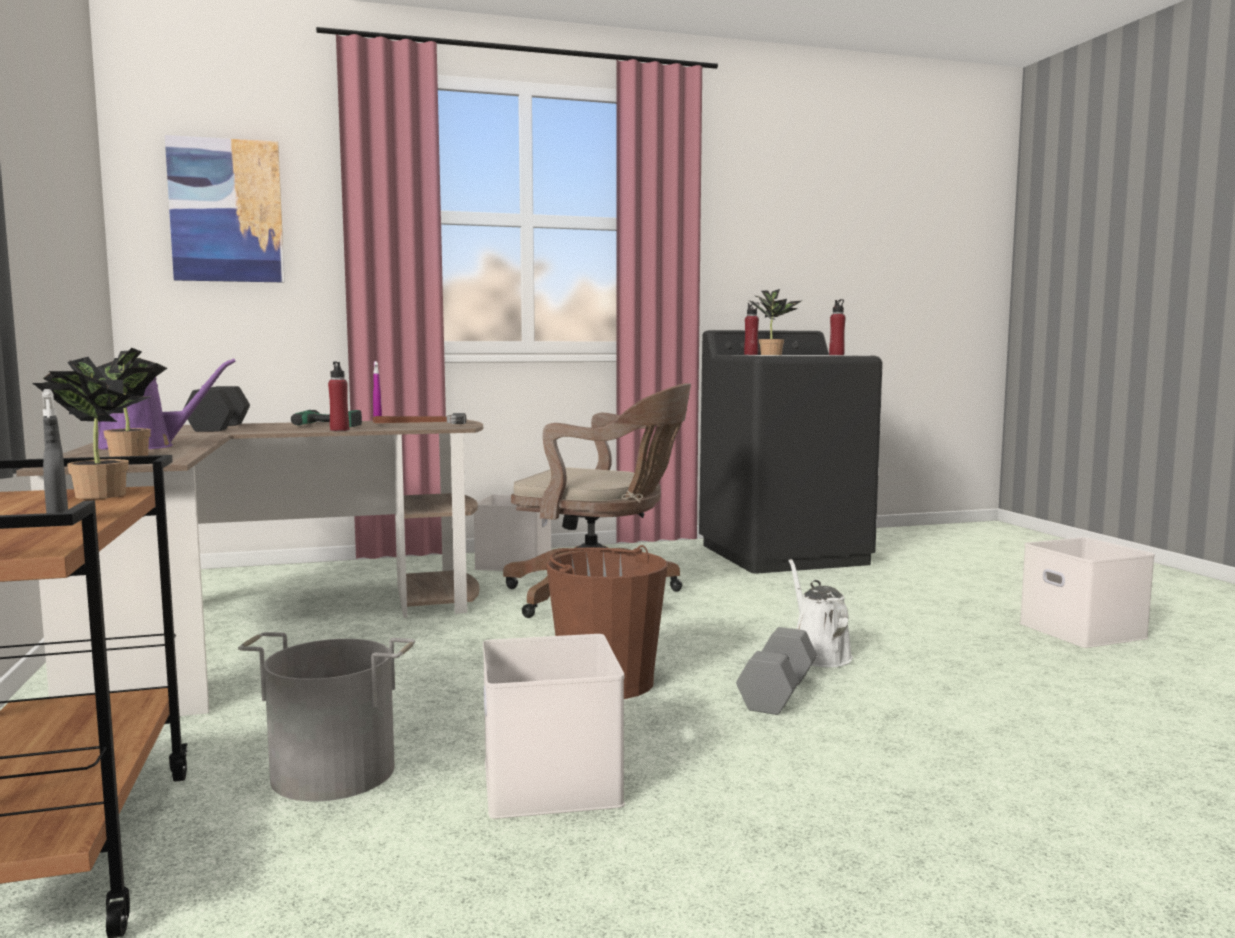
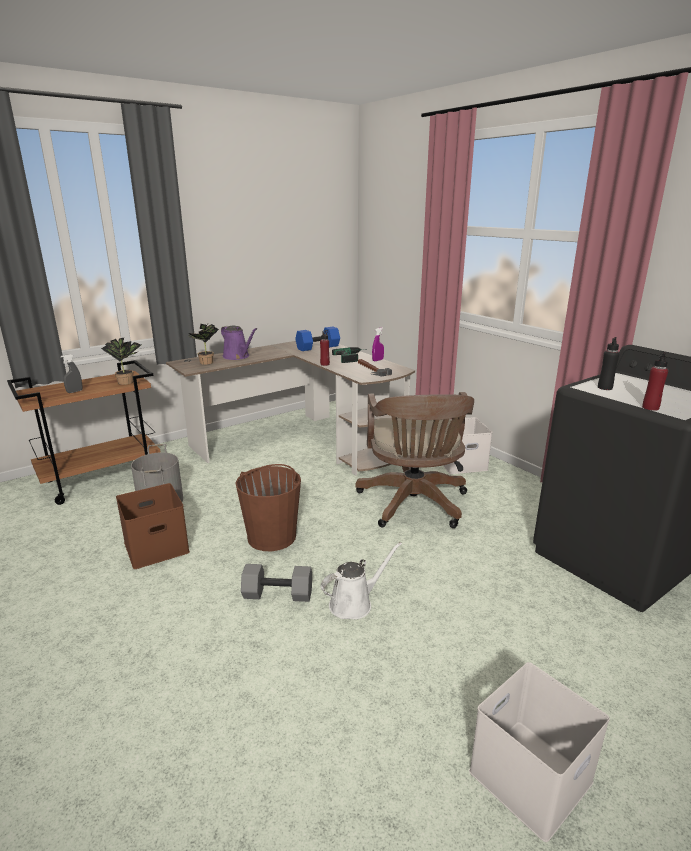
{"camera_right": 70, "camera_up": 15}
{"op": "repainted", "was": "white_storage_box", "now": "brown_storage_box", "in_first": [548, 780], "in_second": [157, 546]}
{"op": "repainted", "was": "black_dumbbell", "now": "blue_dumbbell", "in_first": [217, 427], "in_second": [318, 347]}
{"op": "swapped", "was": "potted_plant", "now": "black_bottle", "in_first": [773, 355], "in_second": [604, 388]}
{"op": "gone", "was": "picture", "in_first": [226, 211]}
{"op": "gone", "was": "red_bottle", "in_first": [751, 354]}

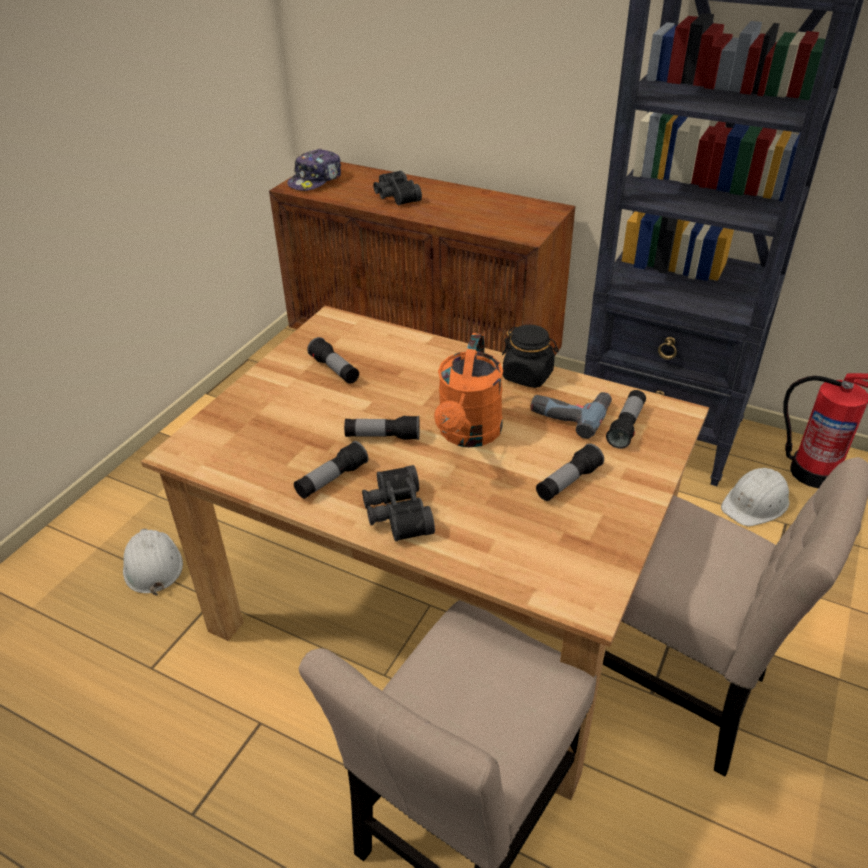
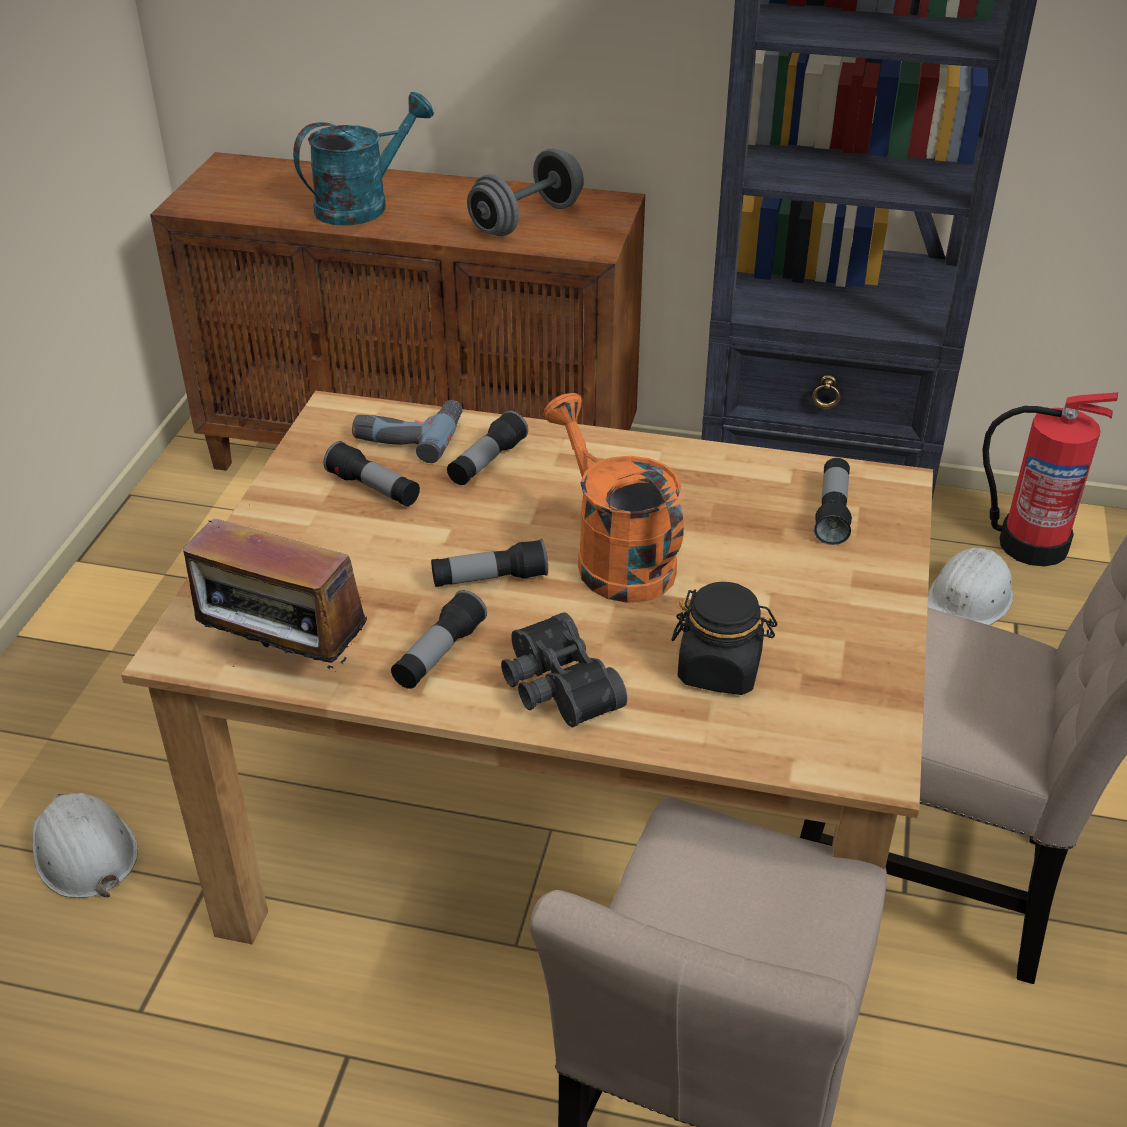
{"camera_right": -15, "camera_up": 0}
{"op": "new", "now": "radio", "in_second": [285, 661]}
{"op": "swapped", "was": "black_binoculars", "now": "turquoise_watering_can", "in_first": [395, 196], "in_second": [363, 205]}
{"op": "shifted", "was": "power_drill", "in_first": [570, 413], "in_second": [409, 434]}
{"op": "shifted", "was": "flashlight", "in_first": [568, 482], "in_second": [487, 462]}
{"op": "new", "now": "grey_dumbbell", "in_second": [526, 220]}
{"op": "rotated", "was": "orange_watering_can", "in_first": [468, 435], "in_second": [614, 557], "clockwise": 150}
{"op": "shifted", "was": "black_jar", "in_first": [528, 376], "in_second": [720, 669]}
{"op": "gone", "was": "cap", "in_first": [316, 180]}

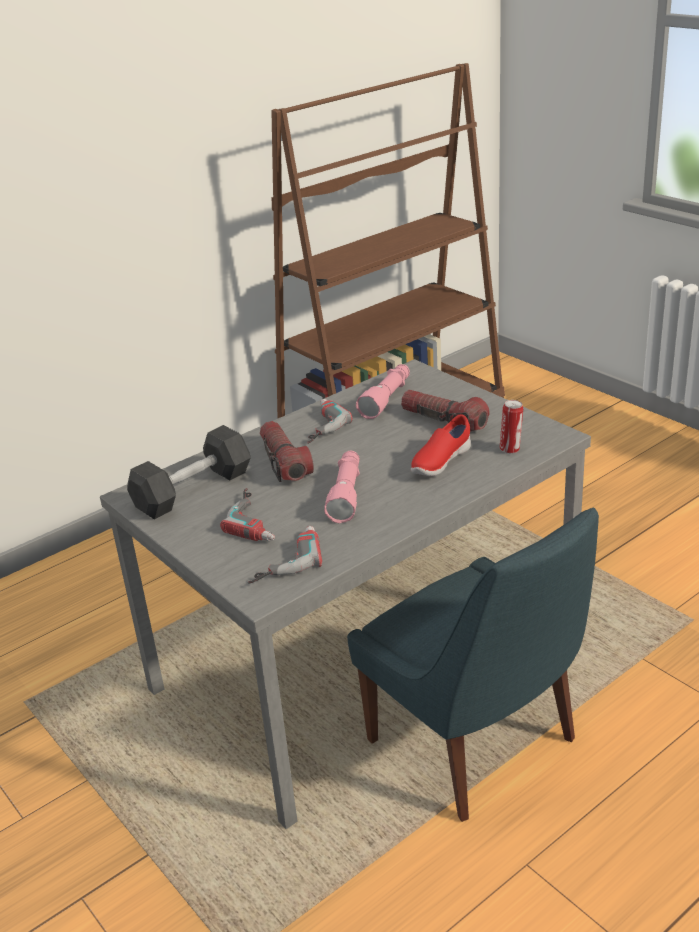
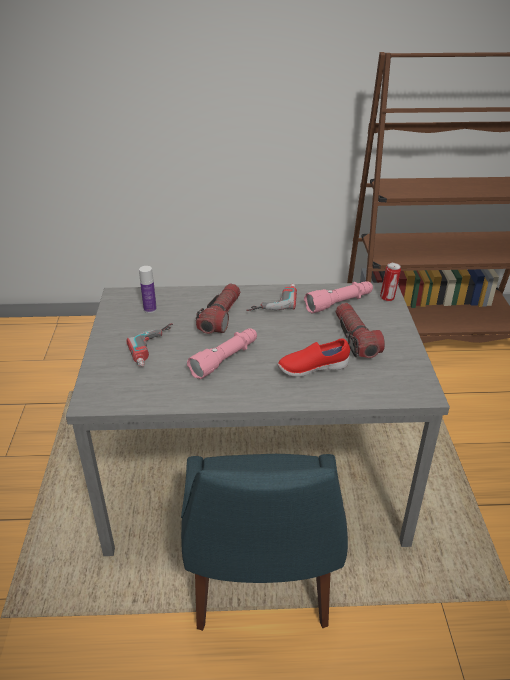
{"camera_right": 35, "camera_up": 5}
{"op": "swapped", "was": "grey_dumbbell", "now": "bottle", "in_first": [193, 490], "in_second": [150, 309]}
{"op": "shifted", "was": "can", "in_first": [511, 449], "in_second": [388, 298]}
{"op": "gone", "was": "power_drill", "in_first": [284, 559]}

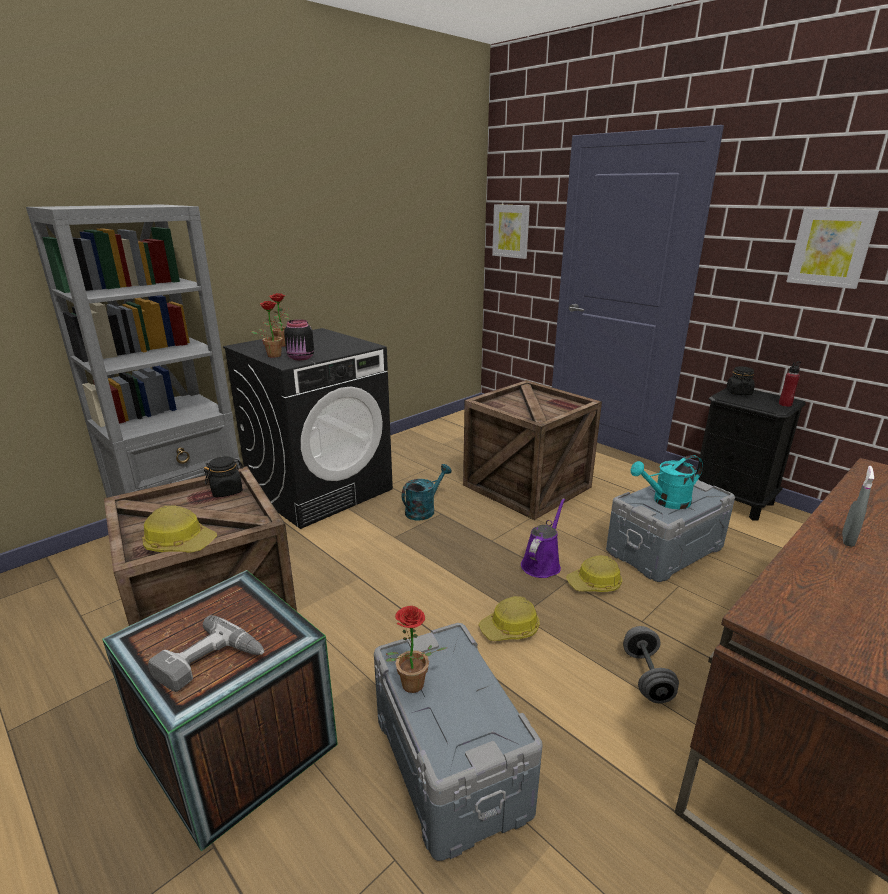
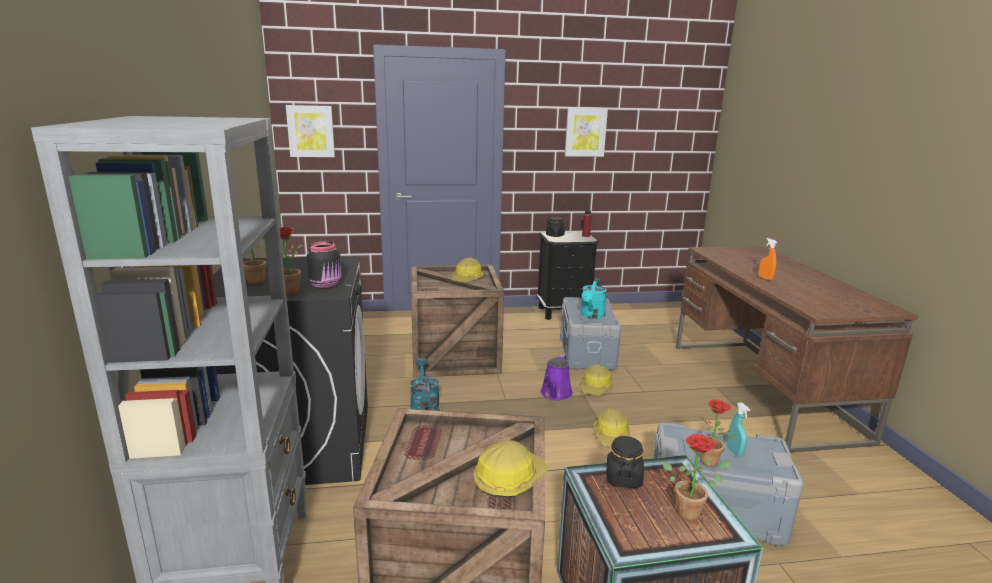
{"camera_right": -55, "camera_up": -5}
{"op": "new", "now": "hard_hat", "in_second": [467, 279]}
{"op": "rotated", "was": "purple_watering_can", "in_first": [542, 563], "in_second": [555, 394], "clockwise": -135}
{"op": "shifted", "was": "black_jar", "in_first": [227, 491], "in_second": [623, 478]}
{"op": "swapped", "was": "power_drill", "now": "potted_plant", "in_first": [210, 664], "in_second": [691, 512]}
{"op": "new", "now": "turquoise_spray_bottle", "in_second": [734, 452]}
{"op": "repainted", "was": "grey_spray_bottle", "now": "orange_spray_bottle", "in_first": [847, 540], "in_second": [765, 278]}
{"op": "gone", "was": "grey_dumbbell", "in_first": [646, 676]}

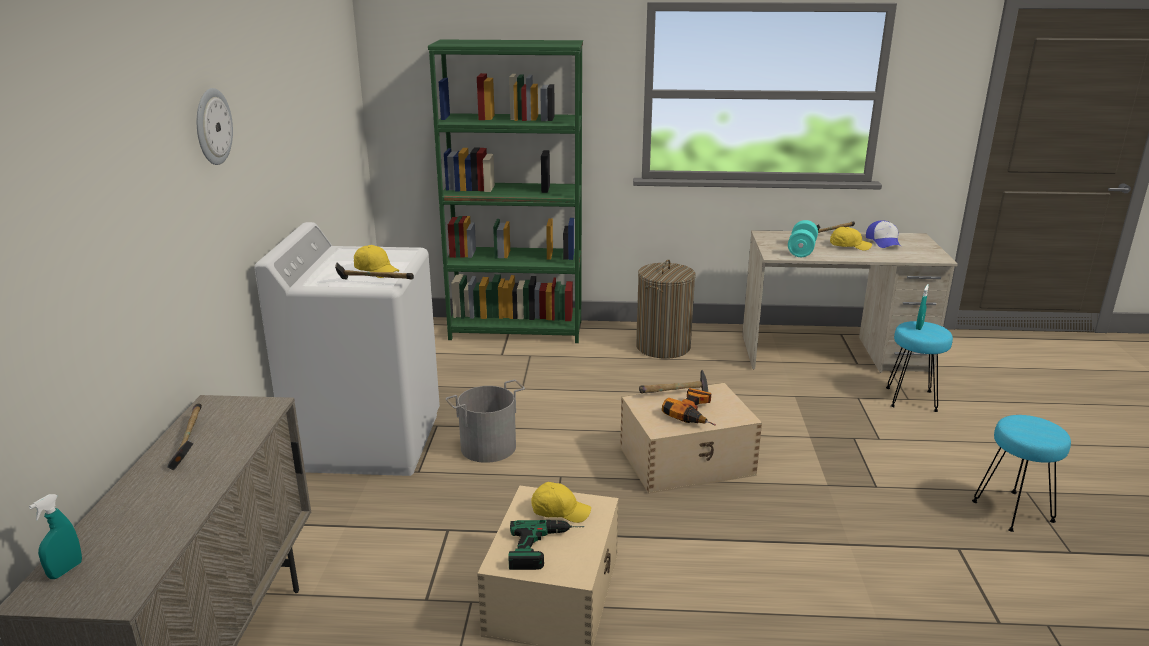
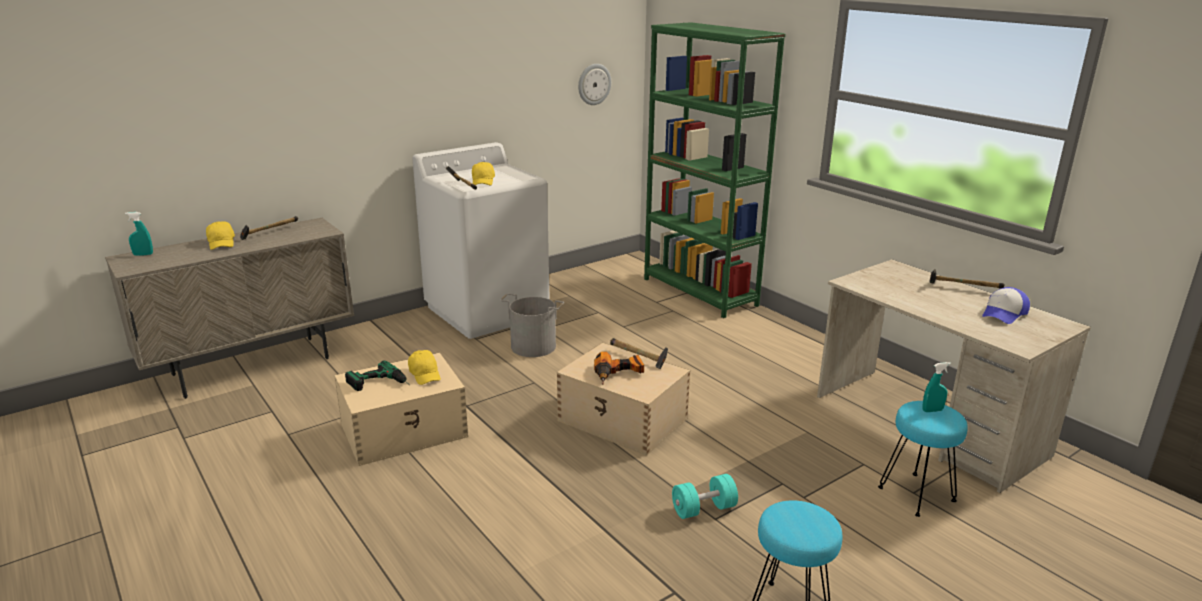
{"camera_right": 50, "camera_up": 0}
{"op": "shifted", "was": "yellow_cap", "in_first": [849, 246], "in_second": [222, 243]}
{"op": "shifted", "was": "wall_clock", "in_first": [212, 126], "in_second": [594, 84]}
{"op": "shifted", "was": "turquoise_dumbbell", "in_first": [801, 250], "in_second": [704, 509]}
{"op": "gone", "was": "laundry_basket", "in_first": [663, 347]}

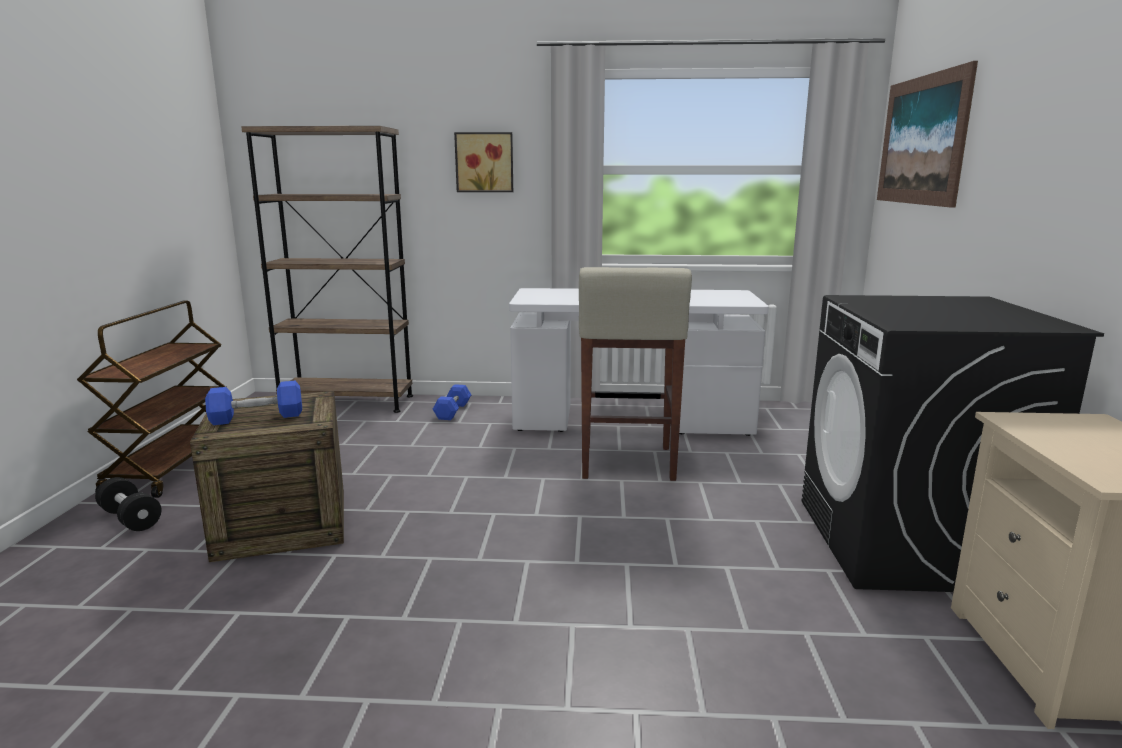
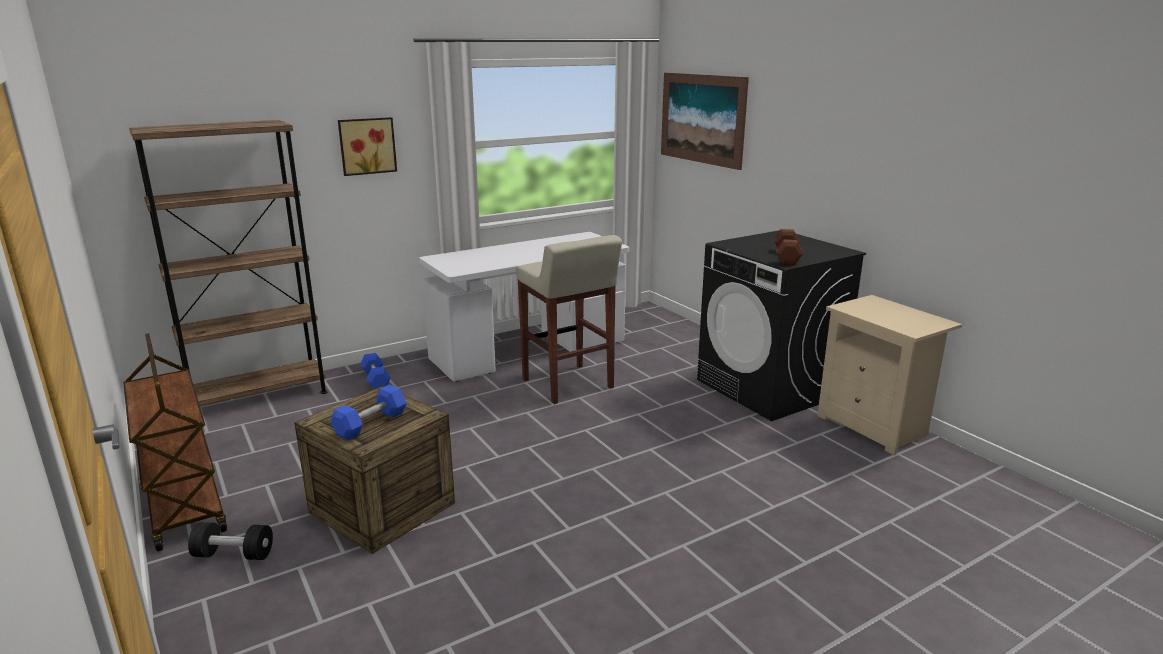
{"camera_right": -35, "camera_up": 5}
{"op": "new", "now": "brown_dumbbell", "in_second": [786, 256]}

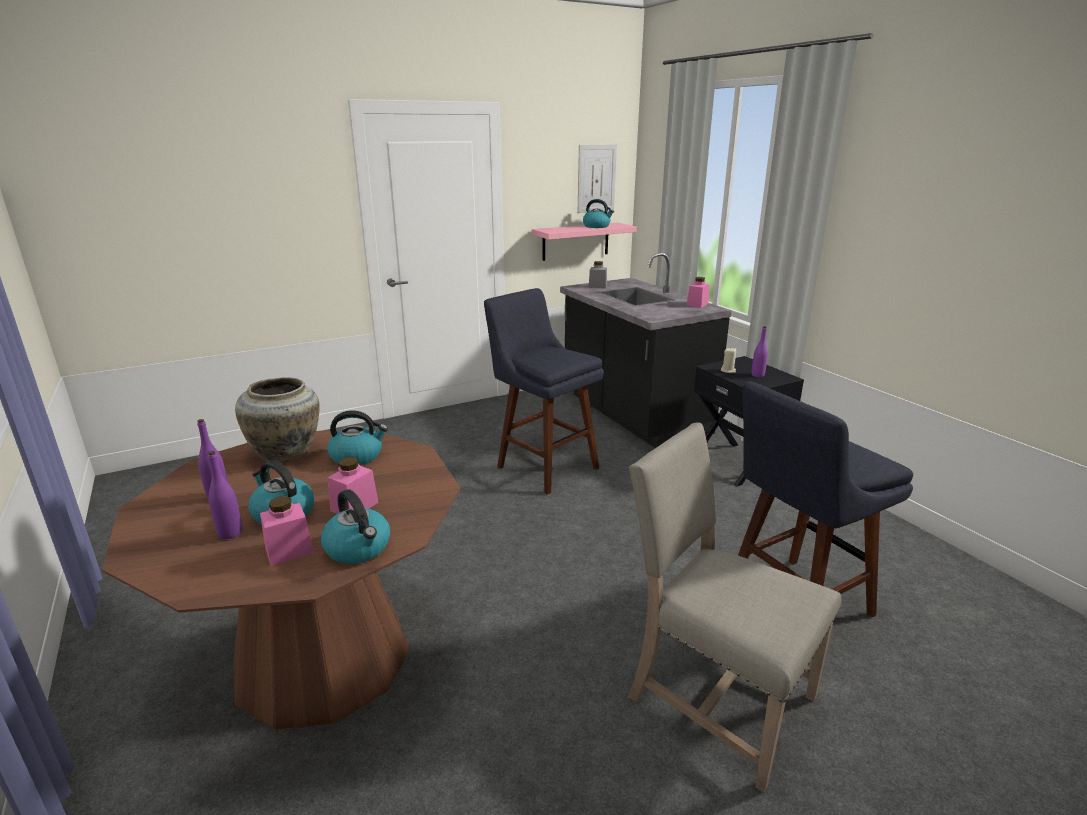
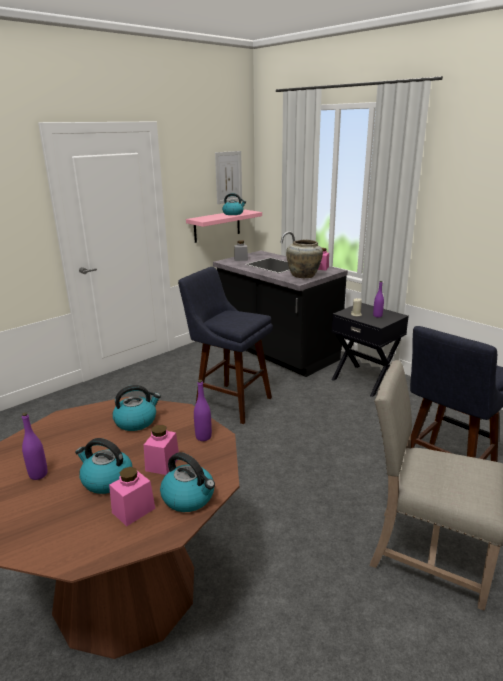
{"camera_right": -15, "camera_up": 0}
{"op": "shifted", "was": "purple_bottle", "in_first": [230, 533], "in_second": [203, 437]}
{"op": "shifted", "was": "beige_vase", "in_first": [287, 453], "in_second": [304, 276]}

